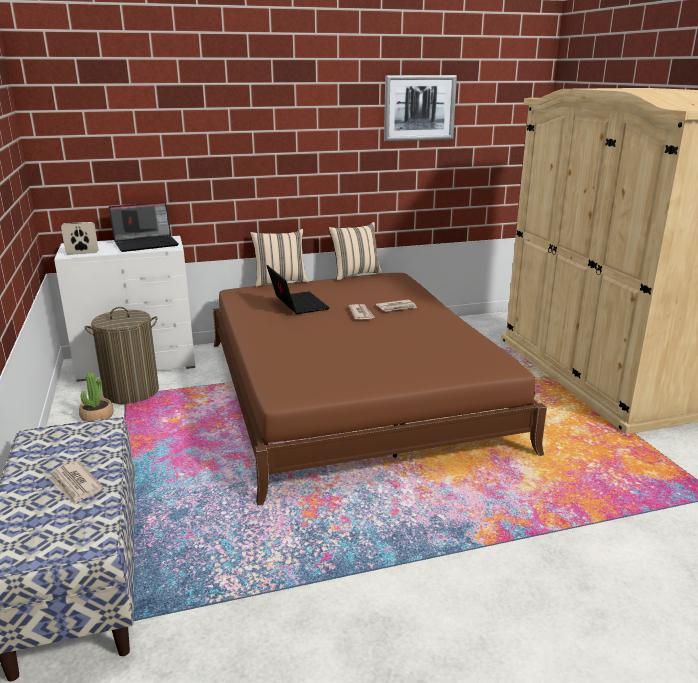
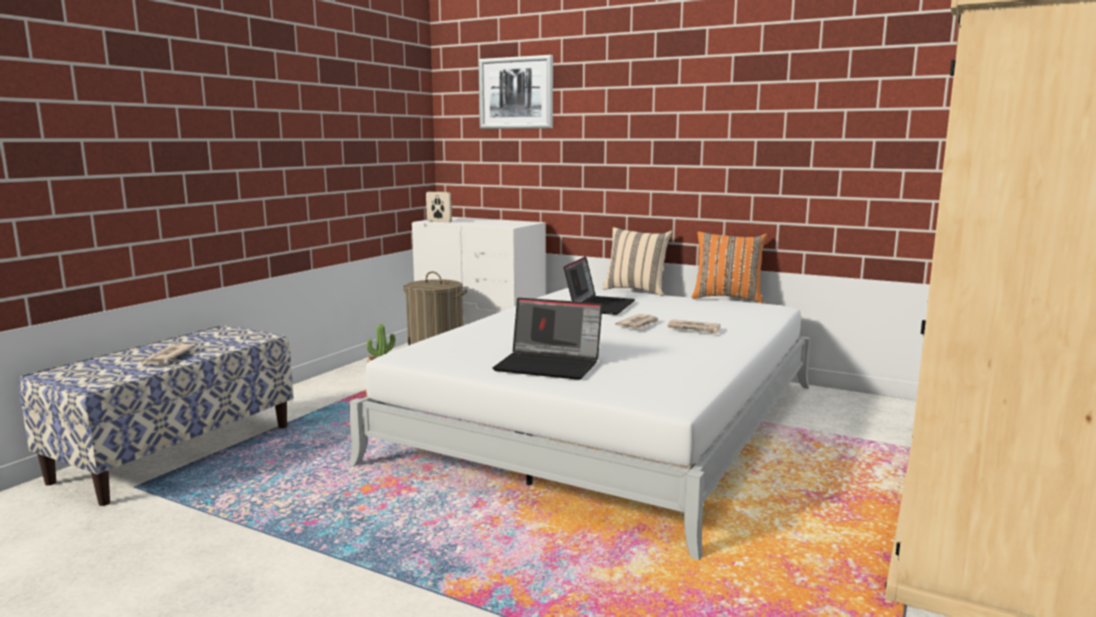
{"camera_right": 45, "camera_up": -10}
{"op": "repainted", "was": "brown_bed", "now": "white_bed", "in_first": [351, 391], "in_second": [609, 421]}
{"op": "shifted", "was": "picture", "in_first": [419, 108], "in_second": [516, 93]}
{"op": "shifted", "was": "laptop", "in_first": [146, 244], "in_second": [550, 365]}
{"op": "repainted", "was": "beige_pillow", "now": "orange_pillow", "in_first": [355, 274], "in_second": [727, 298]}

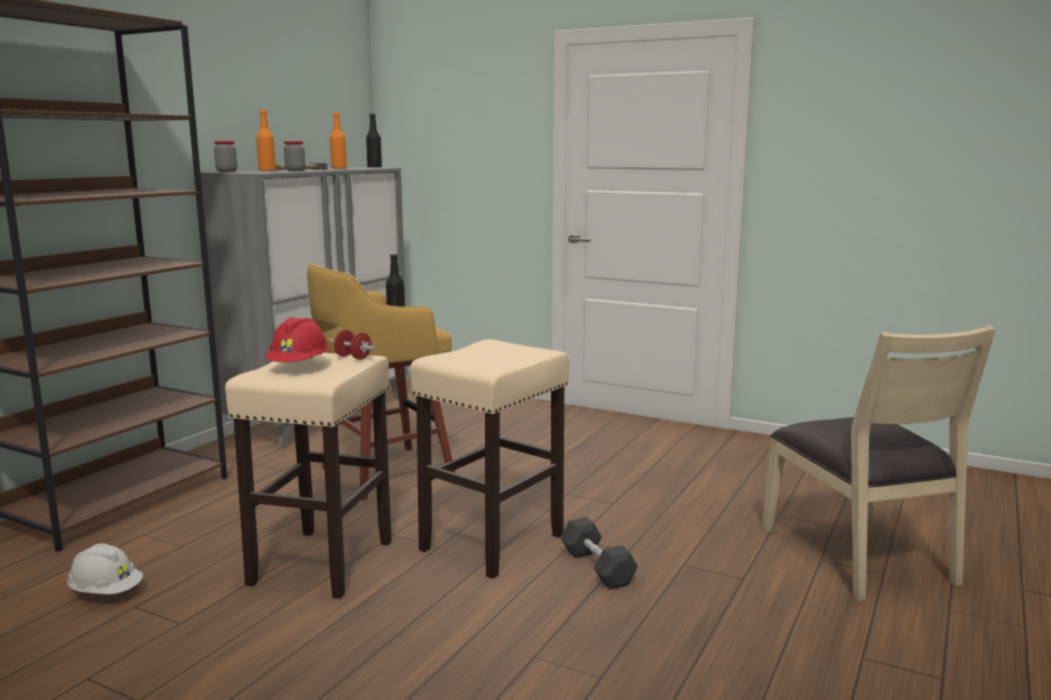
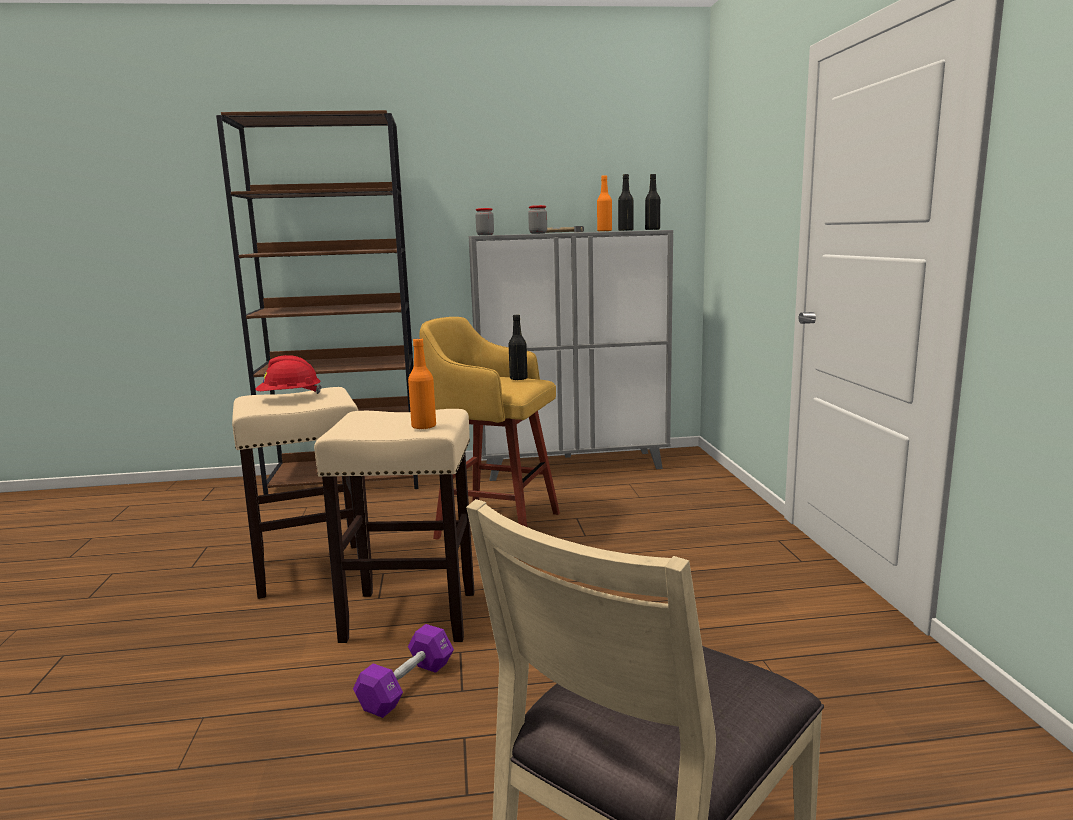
{"camera_right": 55, "camera_up": 0}
{"op": "repainted", "was": "black_dumbbell", "now": "purple_dumbbell", "in_first": [597, 567], "in_second": [407, 686]}
{"op": "shifted", "was": "orange_bottle", "in_first": [267, 171], "in_second": [424, 427]}
{"op": "new", "now": "black_bottle", "in_second": [625, 230]}
{"op": "gone", "was": "white_hard_hat", "in_first": [106, 592]}
{"op": "gone", "was": "red_dumbbell", "in_first": [353, 357]}

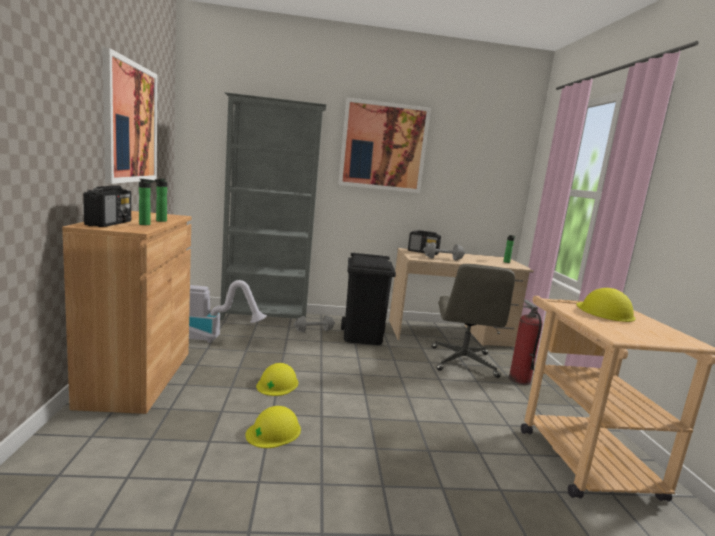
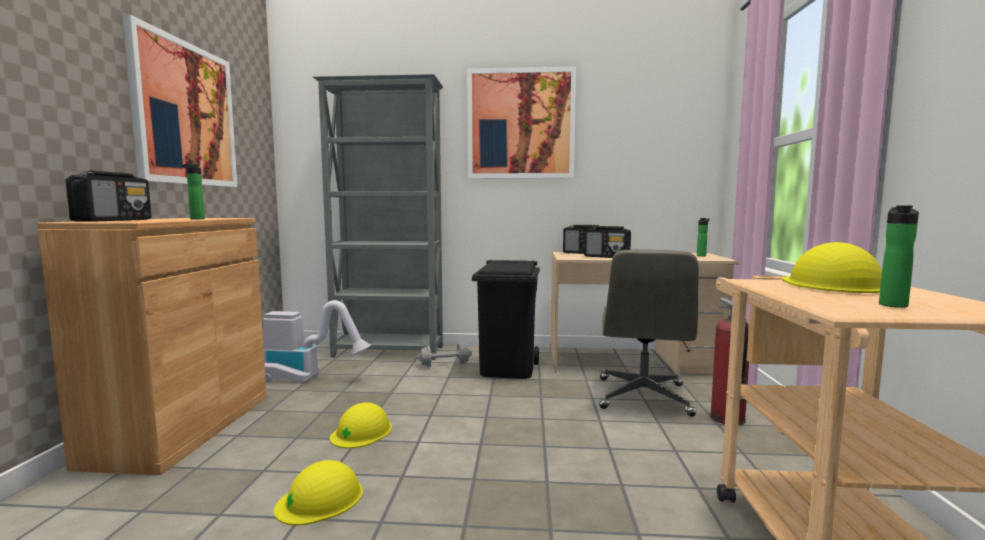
{"camera_right": 10, "camera_up": -5}
{"op": "swapped", "was": "grey_dumbbell", "now": "radio", "in_first": [443, 259], "in_second": [607, 257]}
{"op": "shifted", "was": "bottle", "in_first": [146, 224], "in_second": [892, 304]}

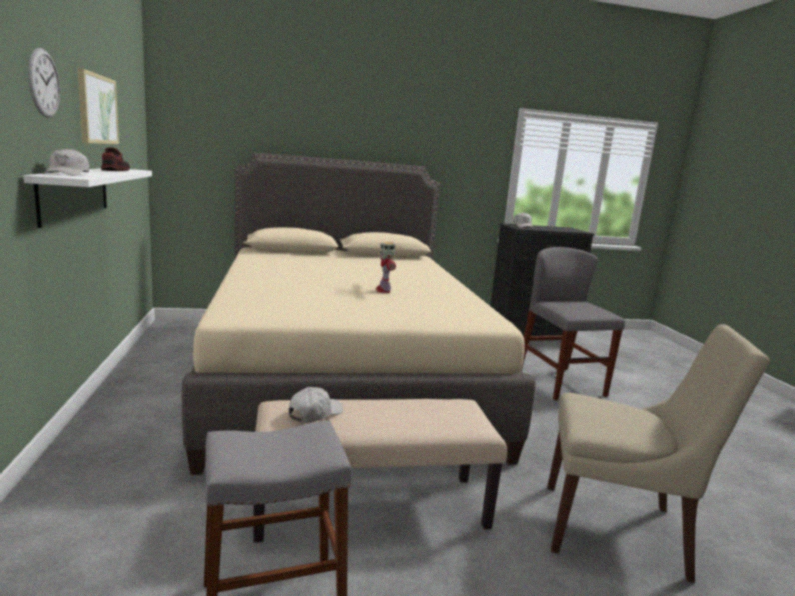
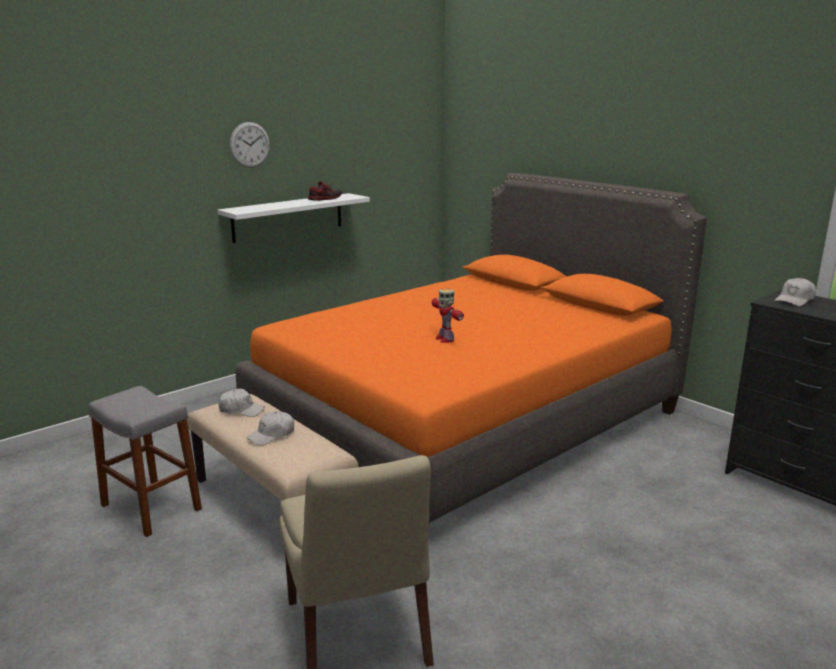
{"camera_right": 60, "camera_up": 5}
{"op": "repainted", "was": "beige_bed", "now": "orange_bed", "in_first": [342, 375], "in_second": [467, 422]}
{"op": "shifted", "was": "white_cap", "in_first": [67, 174], "in_second": [271, 435]}
{"op": "rotated", "was": "toy_robot", "in_first": [383, 290], "in_second": [445, 339], "clockwise": -75}
{"op": "gone", "was": "picture", "in_first": [97, 109]}
{"op": "gone", "was": "grey_chair", "in_first": [560, 383]}

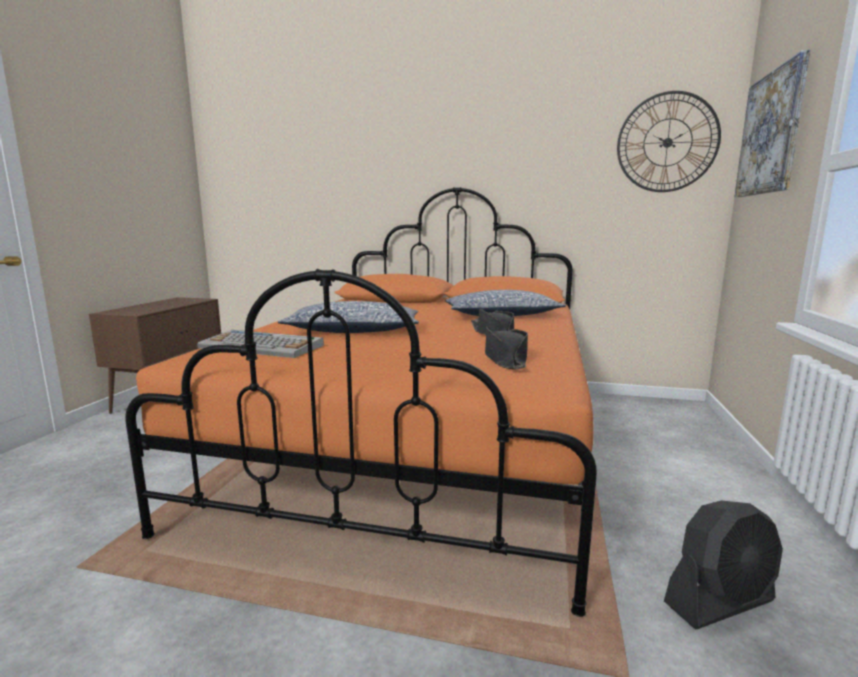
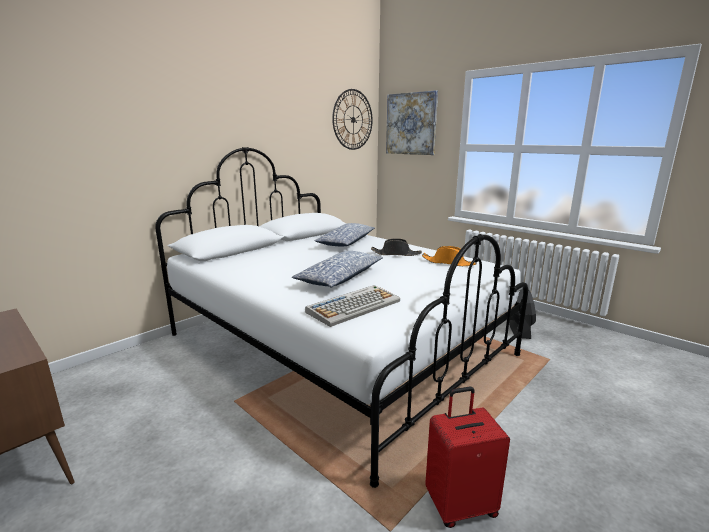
{"camera_right": -60, "camera_up": 5}
{"op": "repainted", "was": "orange_bed", "now": "white_bed", "in_first": [420, 443], "in_second": [337, 345]}
{"op": "repainted", "was": "black_hat", "now": "orange_hat", "in_first": [505, 359], "in_second": [448, 263]}
{"op": "new", "now": "red_suitcase", "in_second": [460, 505]}

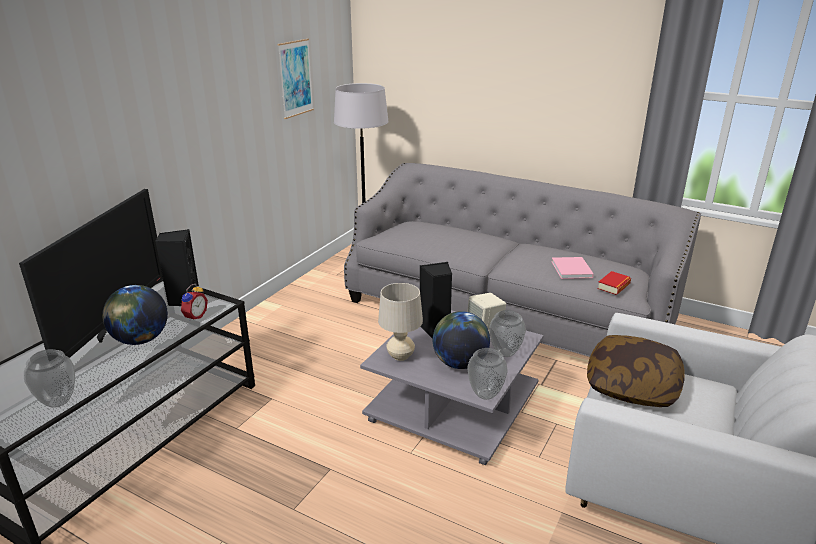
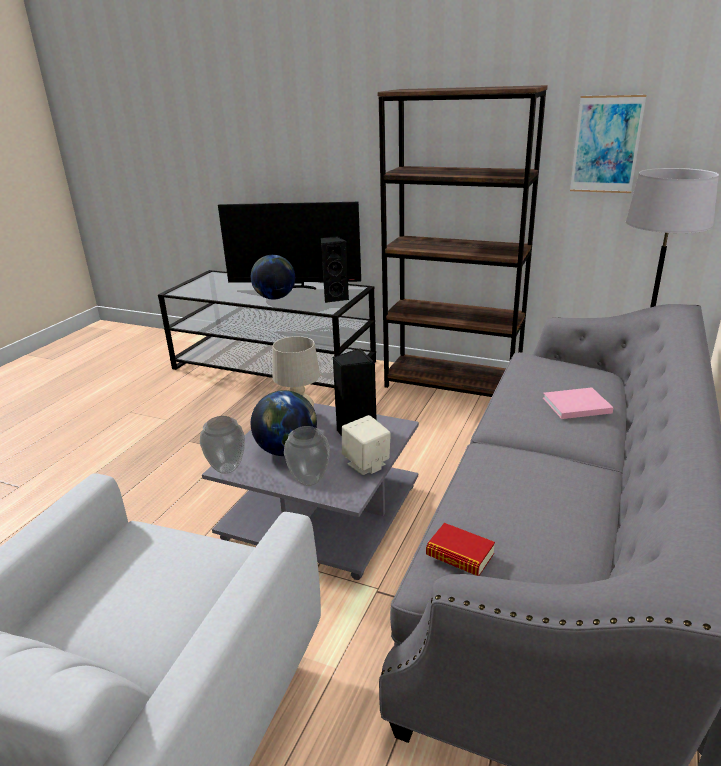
{"camera_right": 85, "camera_up": 0}
{"op": "new", "now": "brown_bookcase", "in_second": [452, 385]}
{"op": "shifted", "was": "pink_book", "in_first": [572, 270], "in_second": [574, 405]}
{"op": "gone", "was": "vase", "in_first": [59, 401]}
{"op": "gone", "was": "alarm_clock", "in_first": [194, 316]}
{"op": "gone", "was": "pillow", "in_first": [632, 385]}

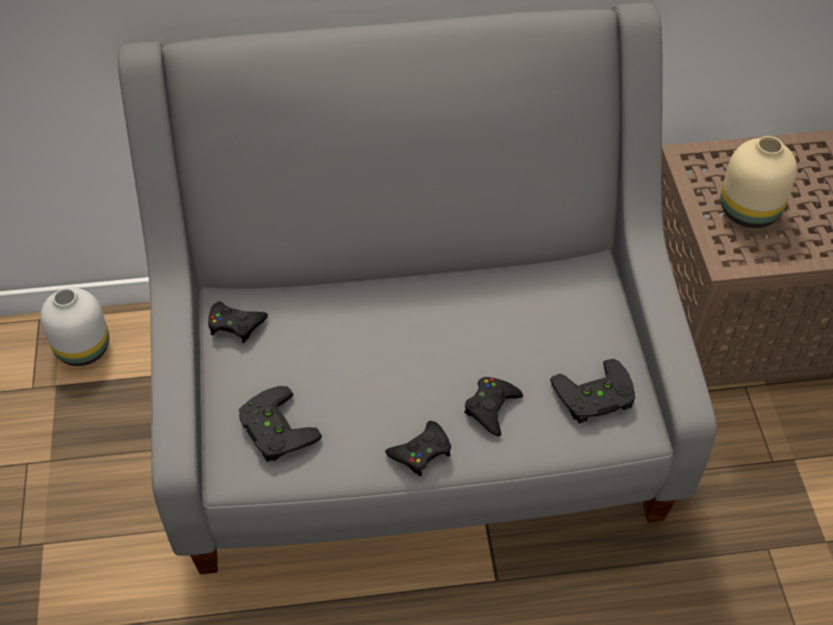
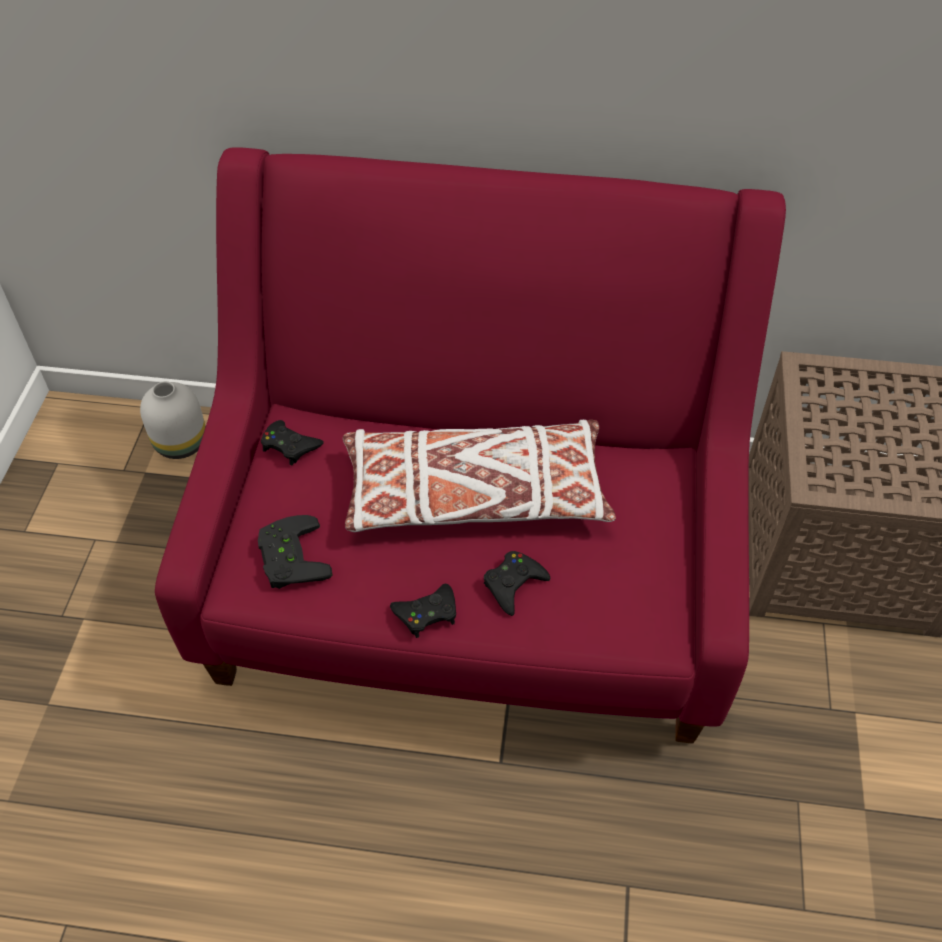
{"camera_right": 15, "camera_up": 0}
{"op": "repainted", "was": "grey_sofa", "now": "red_sofa", "in_first": [416, 419], "in_second": [471, 580]}
{"op": "new", "now": "white_pillow", "in_second": [474, 494]}
{"op": "gone", "was": "black_game_controller", "in_first": [595, 399]}
{"op": "gone", "was": "beige_vase", "in_first": [750, 210]}

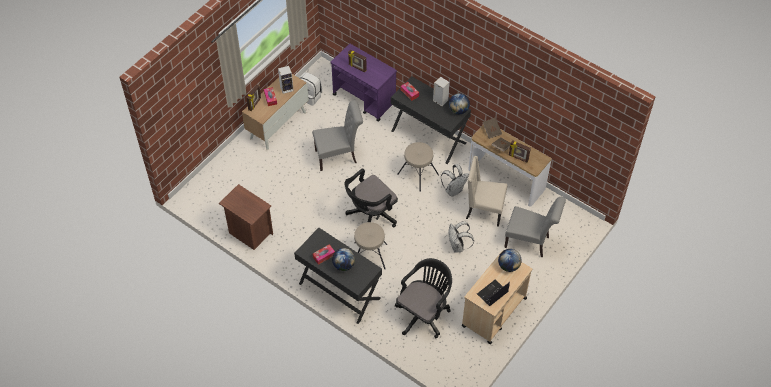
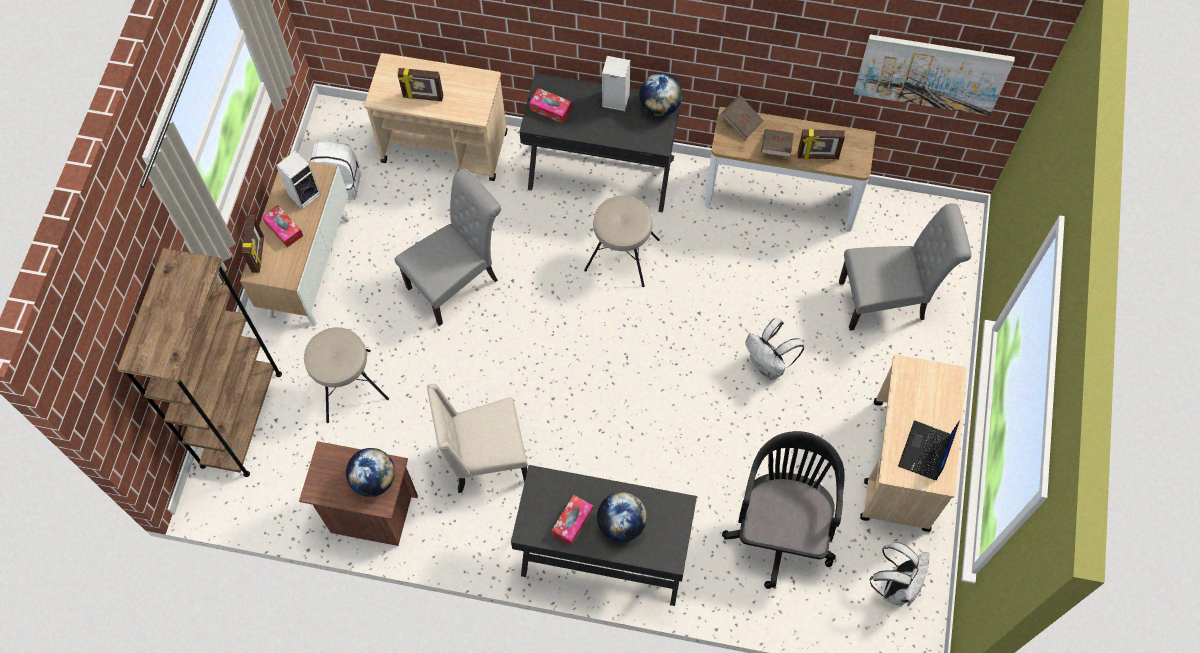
{"camera_right": -25, "camera_up": 10}
{"op": "new", "now": "brown_bookcase", "in_second": [241, 419]}
{"op": "shifted", "was": "beige_stool", "in_first": [369, 255], "in_second": [348, 385]}
{"op": "shifted", "was": "globe", "in_first": [508, 266], "in_second": [374, 480]}
{"op": "repainted", "was": "purple_cart", "now": "beige_cart", "in_first": [364, 99], "in_second": [445, 147]}
{"op": "shifted", "was": "beige_chair", "in_first": [483, 210], "in_second": [485, 459]}
{"op": "new", "now": "picture", "in_second": [931, 73]}
{"op": "shifted", "was": "white_backpack", "in_first": [454, 190], "in_second": [895, 585]}
{"op": "gone", "was": "black_office_chair", "in_first": [370, 216]}

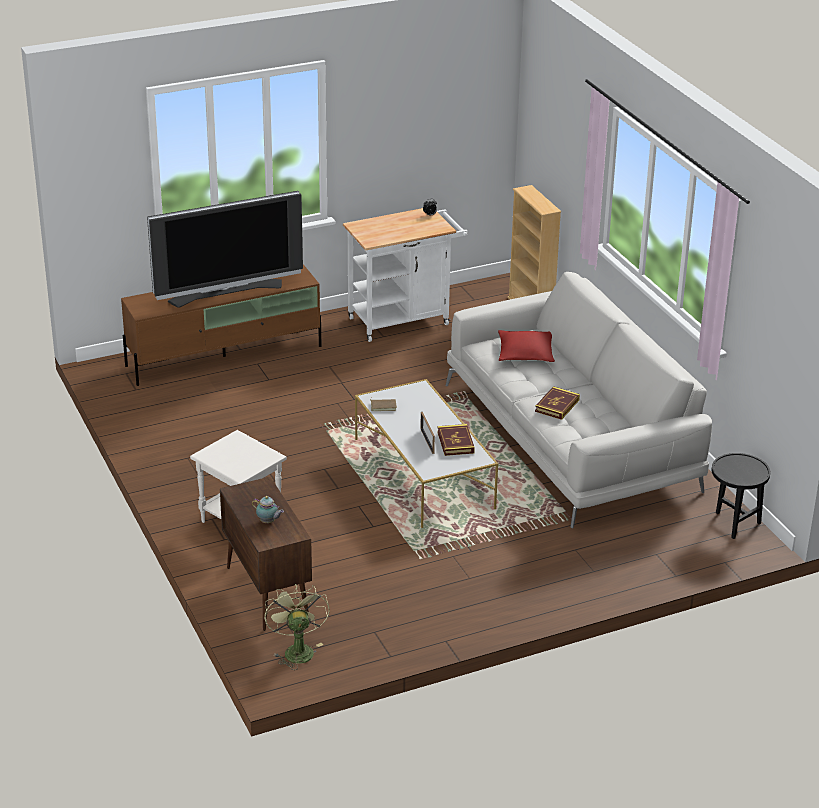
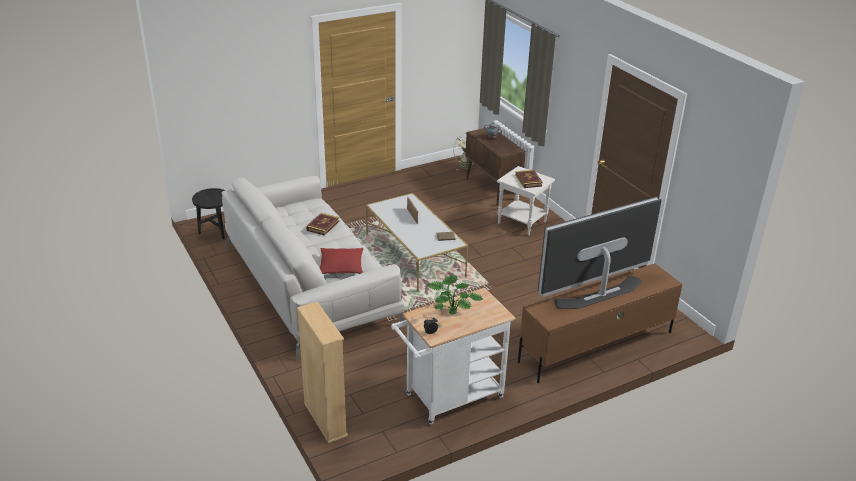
{"camera_right": 175, "camera_up": 0}
{"op": "new", "now": "potted_plant", "in_second": [453, 311]}
{"op": "shifted", "was": "book", "in_first": [455, 442], "in_second": [528, 180]}

